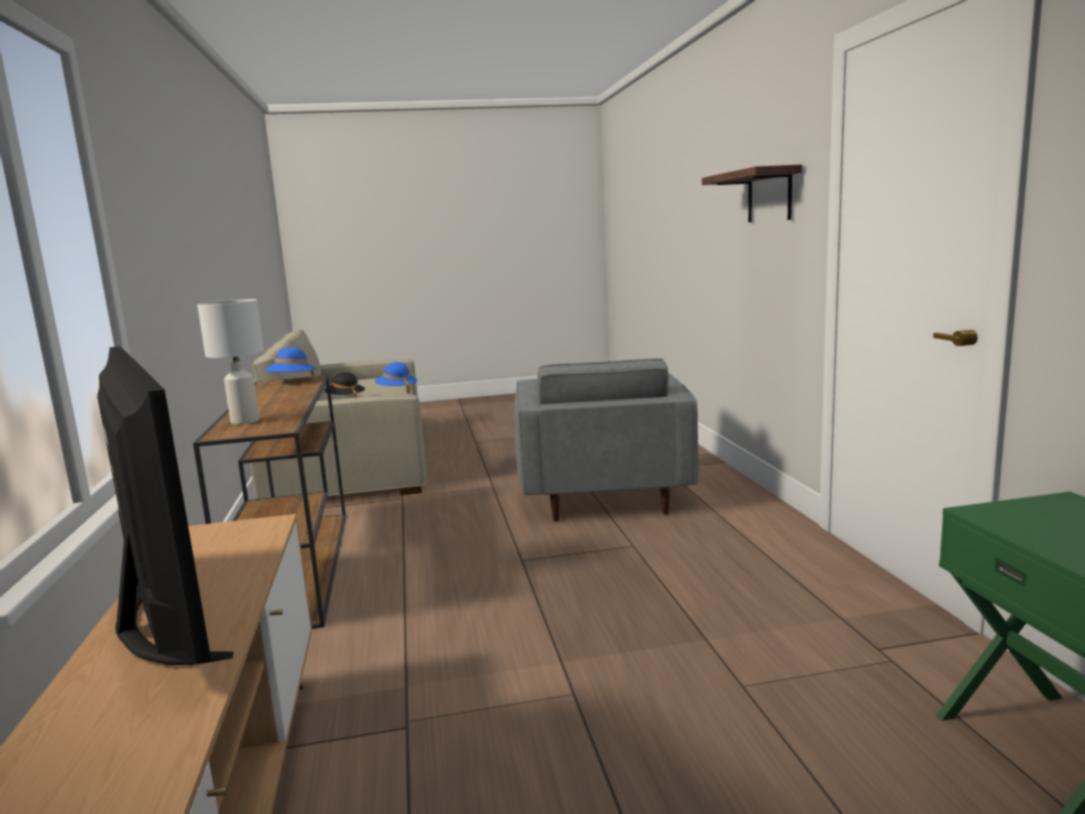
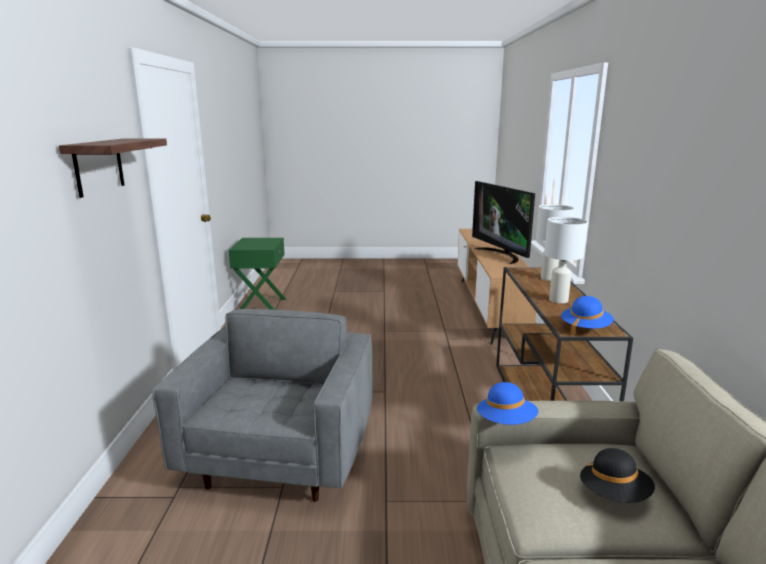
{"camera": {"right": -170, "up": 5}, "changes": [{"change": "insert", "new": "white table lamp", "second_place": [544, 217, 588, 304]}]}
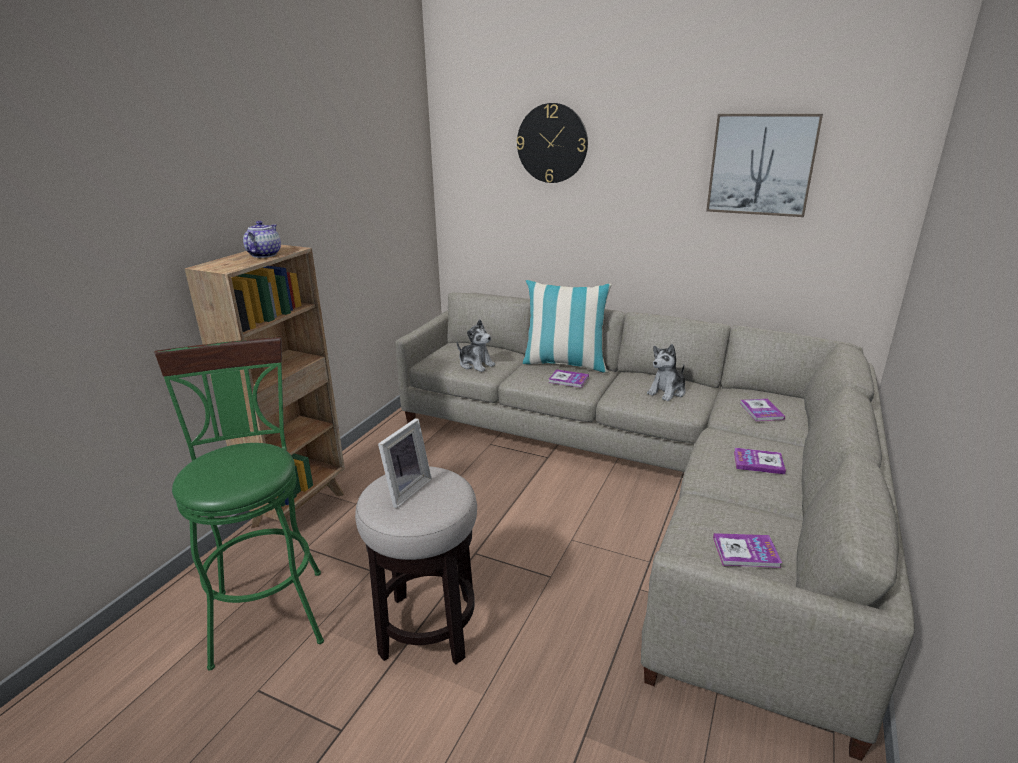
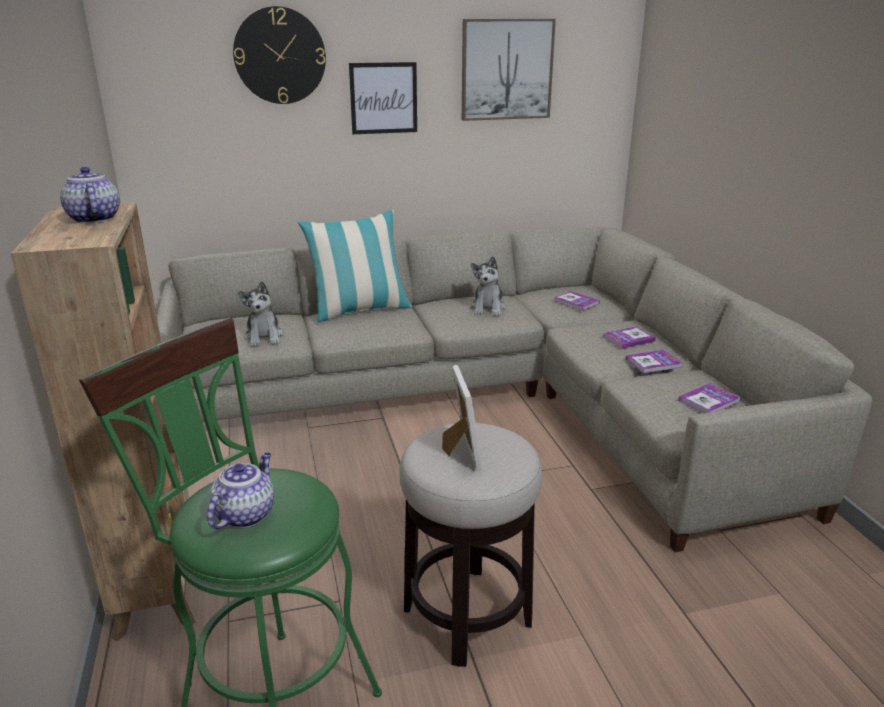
{"camera": {"right": -40, "up": 0}, "changes": [{"change": "insert", "new": "teapot", "second_place": [207, 452, 274, 529]}, {"change": "insert", "new": "picture", "second_place": [349, 62, 417, 134]}, {"change": "move", "old": "book", "first_place": [548, 369, 589, 388], "second_place": [626, 350, 682, 373]}, {"change": "rotate", "old": "plush toy", "first_place": [457, 319, 495, 372], "second_place": [238, 281, 284, 347], "degrees": 75}]}
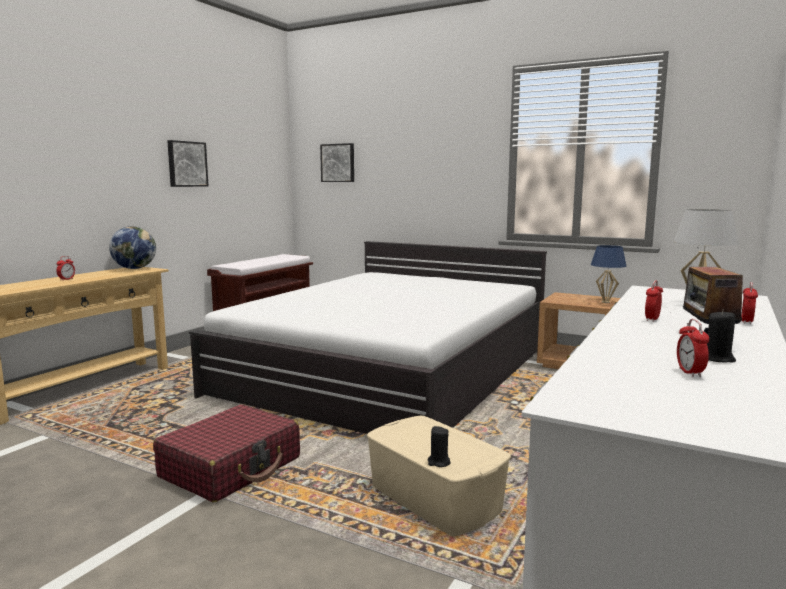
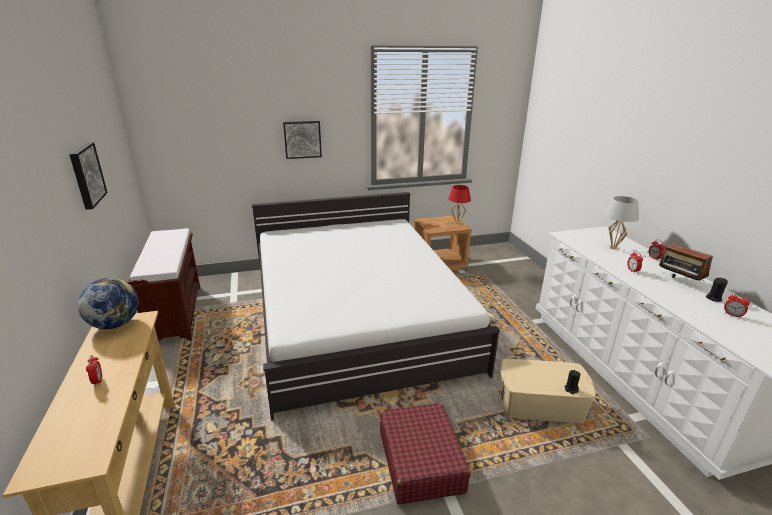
{"camera": {"right": -45, "up": 15}, "changes": [{"change": "move", "old": "picture", "first_place": [320, 143, 354, 182], "second_place": [283, 121, 322, 159]}, {"change": "recolor", "old": "blue table lamp", "new": "red table lamp", "first_place": [591, 245, 626, 303], "second_place": [448, 185, 471, 224]}]}
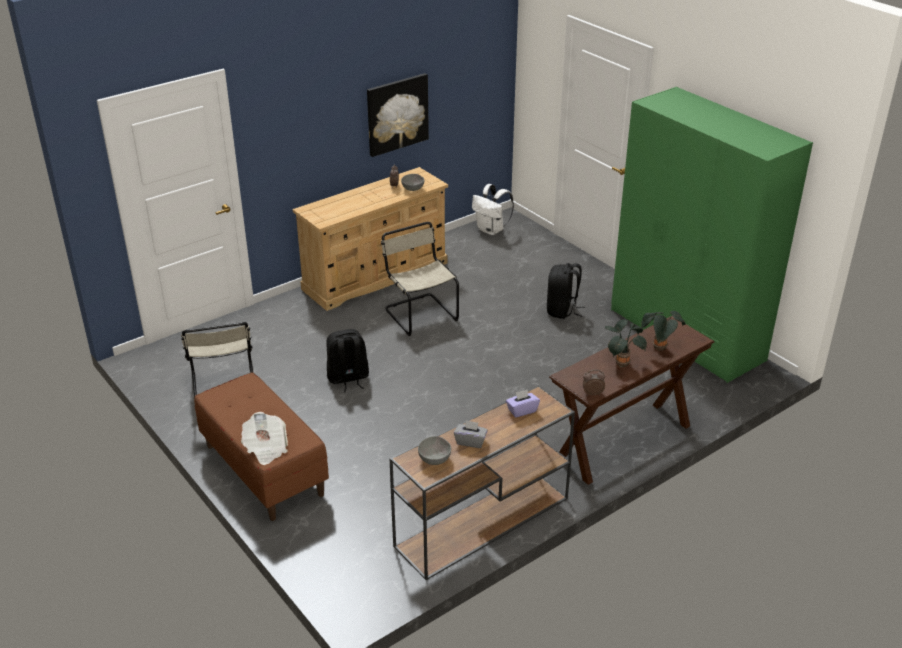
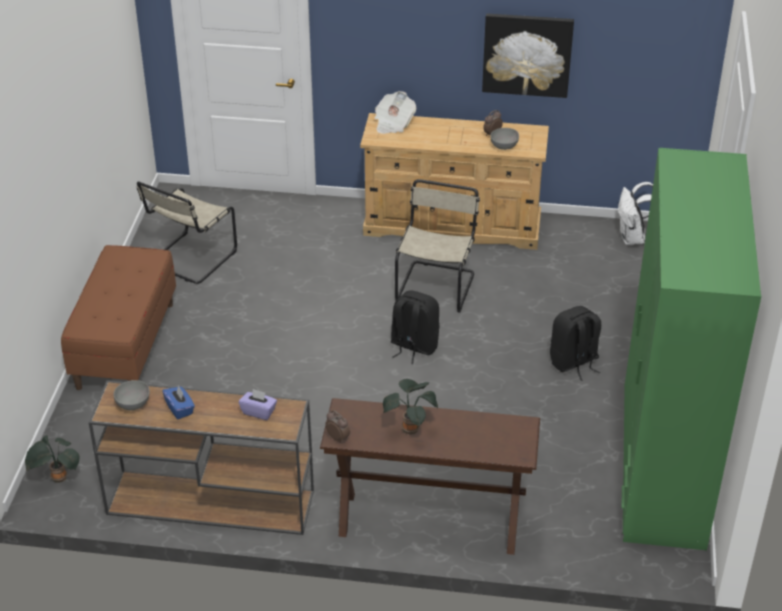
{"camera": {"right": 45, "up": 5}, "changes": [{"change": "move", "old": "newspaper", "first_place": [241, 412, 288, 465], "second_place": [375, 91, 416, 134]}, {"change": "move", "old": "black backpack", "first_place": [326, 329, 369, 392], "second_place": [391, 290, 440, 364]}, {"change": "move", "old": "potted plant", "first_place": [641, 311, 686, 350], "second_place": [25, 435, 80, 483]}, {"change": "recolor", "old": "grey tissue box", "new": "blue tissue box", "first_place": [454, 420, 488, 448], "second_place": [162, 385, 195, 419]}]}
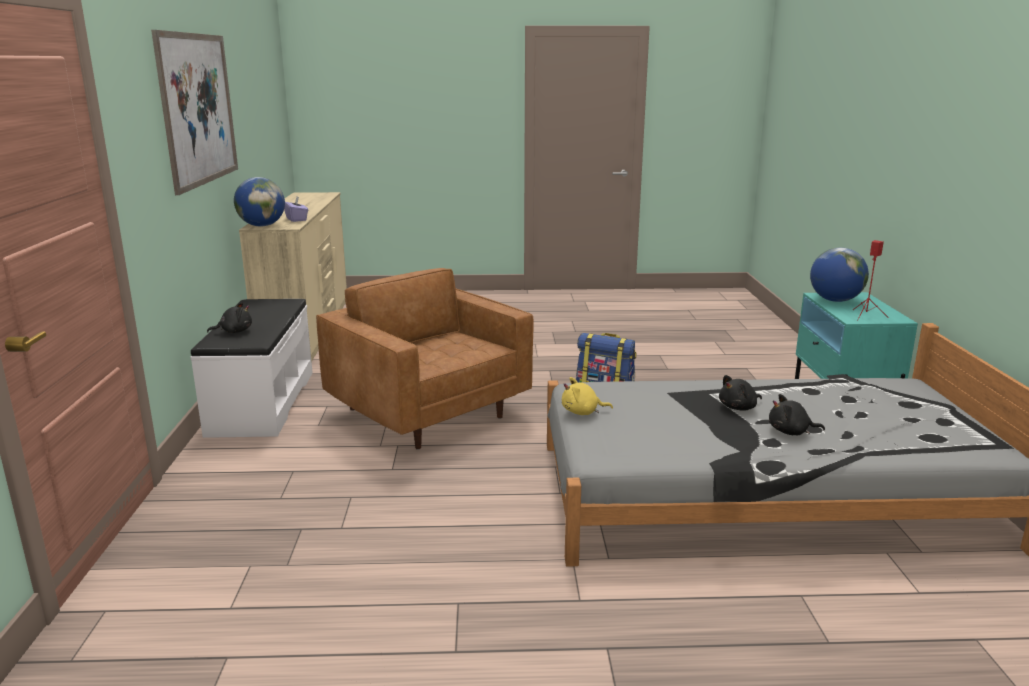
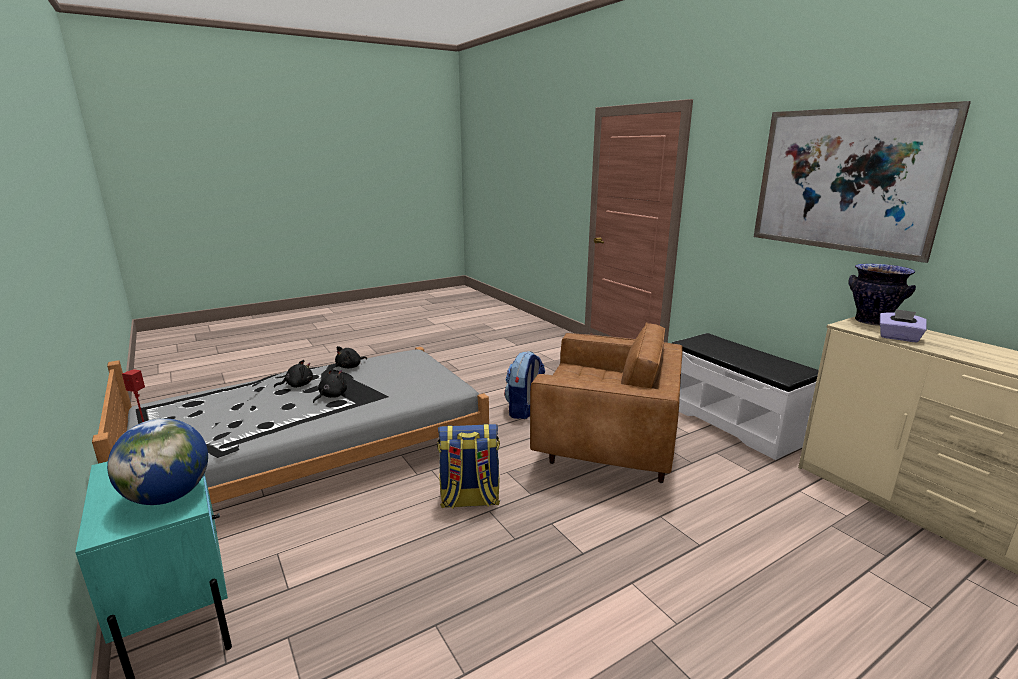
{"camera": {"right": 150, "up": 0}, "changes": [{"change": "delete", "old": "yellow plush toy", "first_place": [562, 377, 613, 415]}, {"change": "insert", "new": "backpack", "second_place": [505, 351, 545, 419]}, {"change": "move", "old": "black plush toy", "first_place": [207, 302, 252, 333], "second_place": [335, 346, 367, 368]}, {"change": "replace", "old": "globe", "new": "vase", "first_place": [234, 177, 285, 227], "second_place": [848, 264, 916, 326]}]}
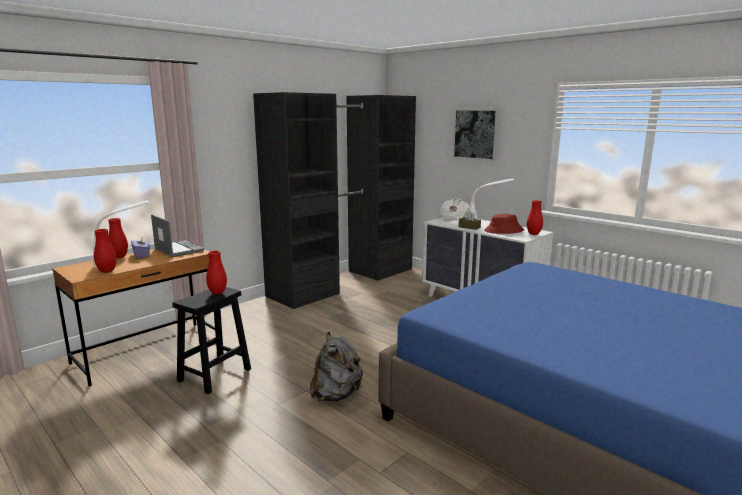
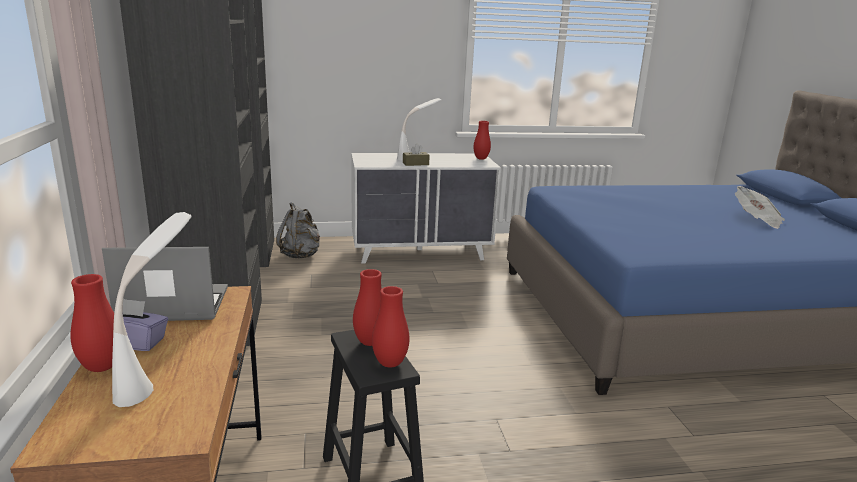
{"camera": {"right": -55, "up": 5}, "changes": [{"change": "delete", "old": "picture", "first_place": [452, 109, 499, 161]}, {"change": "delete", "old": "red hat", "first_place": [484, 214, 524, 234]}, {"change": "move", "old": "red vase", "first_place": [94, 229, 117, 273], "second_place": [372, 286, 409, 368]}, {"change": "move", "old": "grey backpack", "first_place": [310, 332, 363, 402], "second_place": [276, 202, 320, 259]}, {"change": "move", "old": "newspaper", "first_place": [439, 199, 469, 222], "second_place": [735, 186, 785, 229]}]}
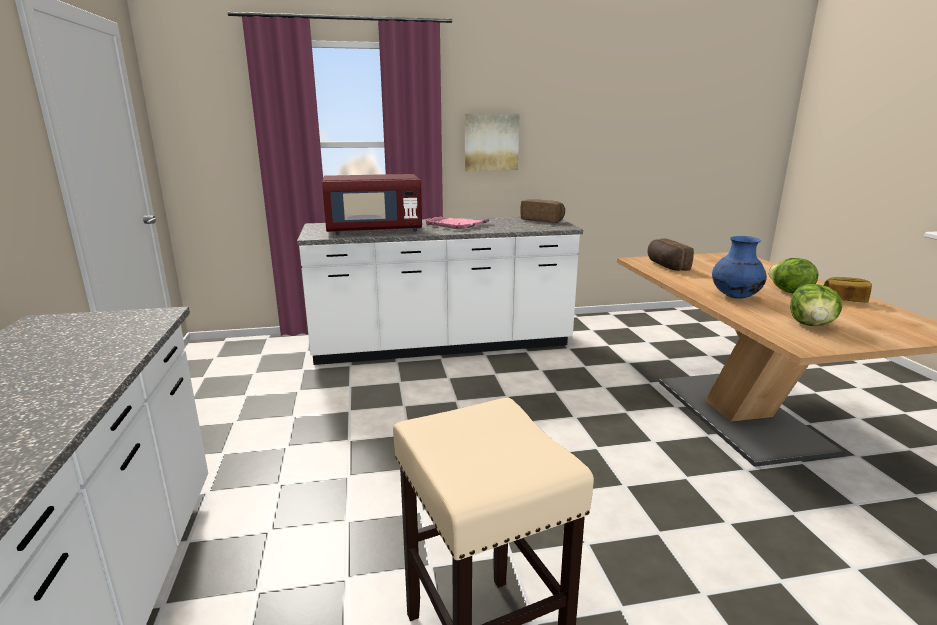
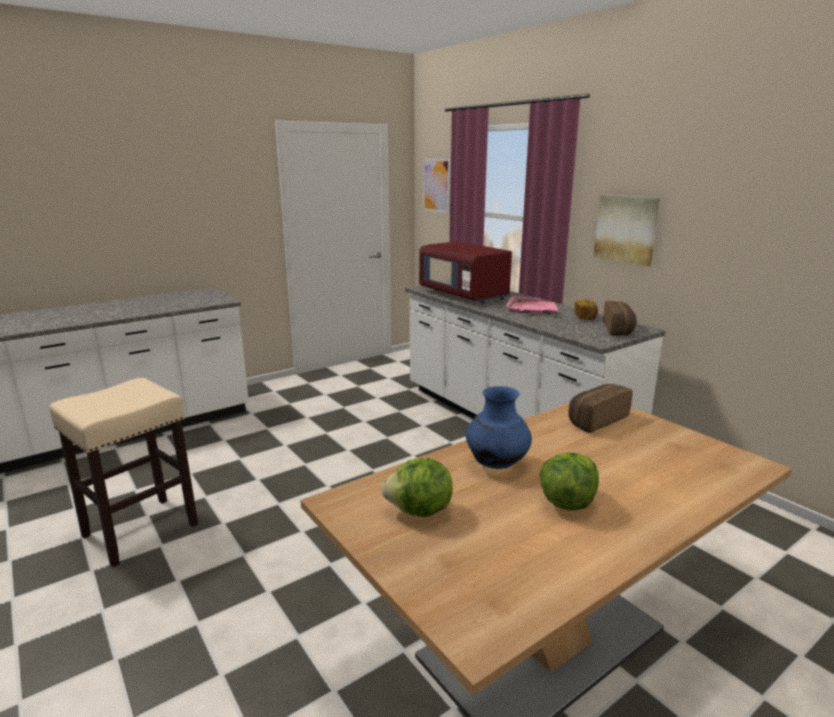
{"camera": {"right": 65, "up": 0}, "changes": [{"change": "insert", "new": "picture", "second_place": [423, 158, 451, 214]}, {"change": "move", "old": "bread", "first_place": [824, 277, 872, 303], "second_place": [575, 299, 598, 320]}]}
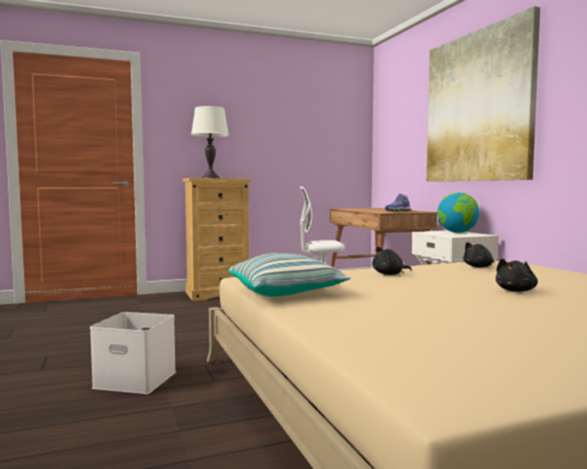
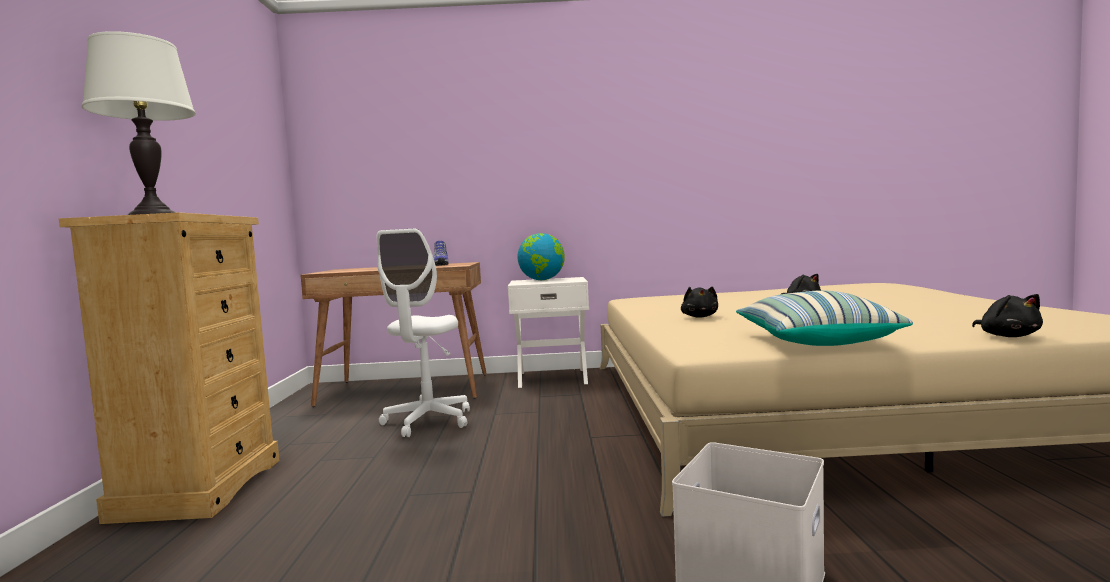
{"camera": {"right": -70, "up": 0}, "changes": [{"change": "delete", "old": "picture", "first_place": [427, 6, 540, 182]}, {"change": "move", "old": "black plush toy", "first_place": [463, 242, 494, 267], "second_place": [972, 294, 1043, 337]}]}
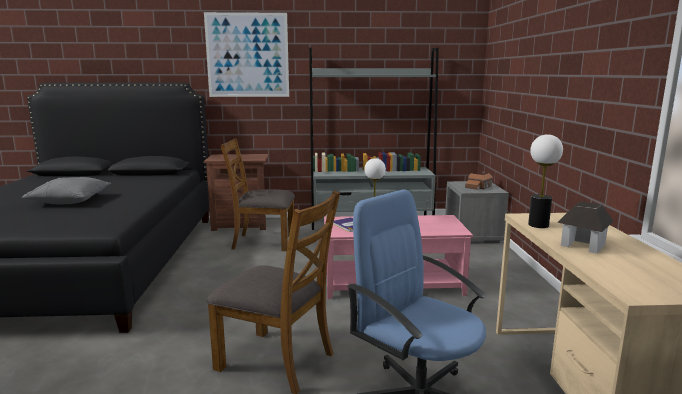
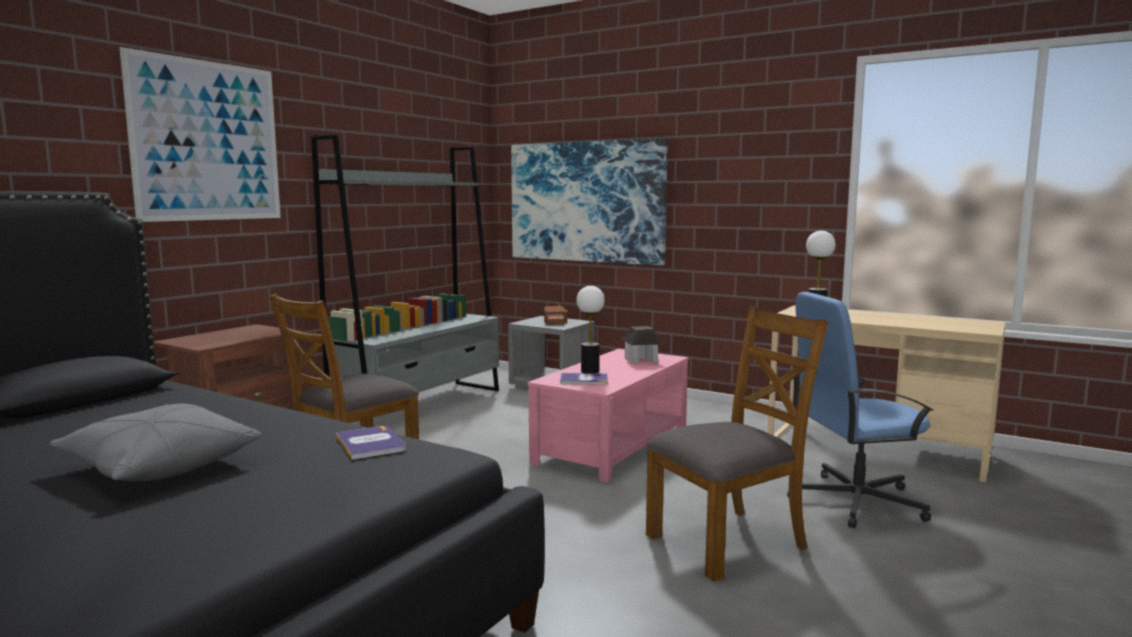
{"camera": {"right": -55, "up": -5}, "changes": [{"change": "insert", "new": "book", "second_place": [336, 426, 406, 460]}, {"change": "insert", "new": "picture", "second_place": [511, 138, 668, 265]}, {"change": "move", "old": "toy house", "first_place": [557, 201, 613, 254], "second_place": [622, 326, 663, 364]}]}
